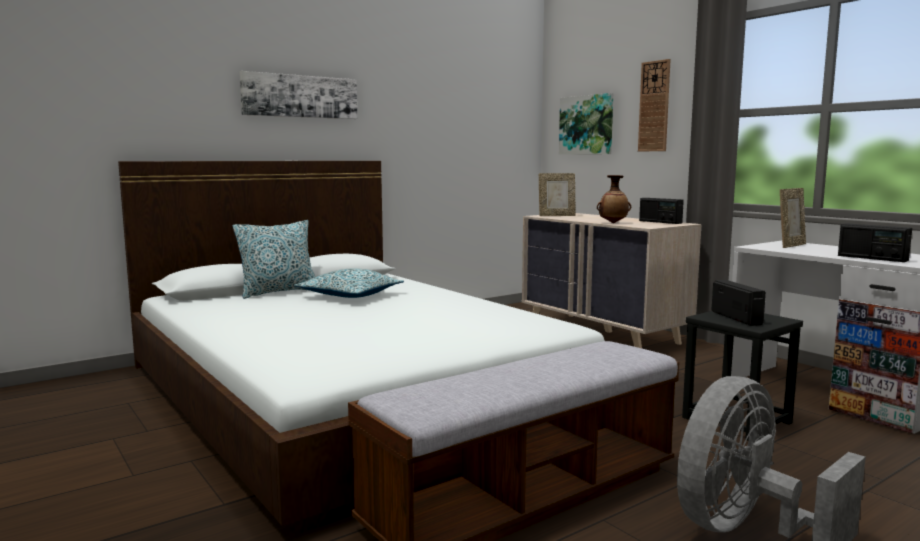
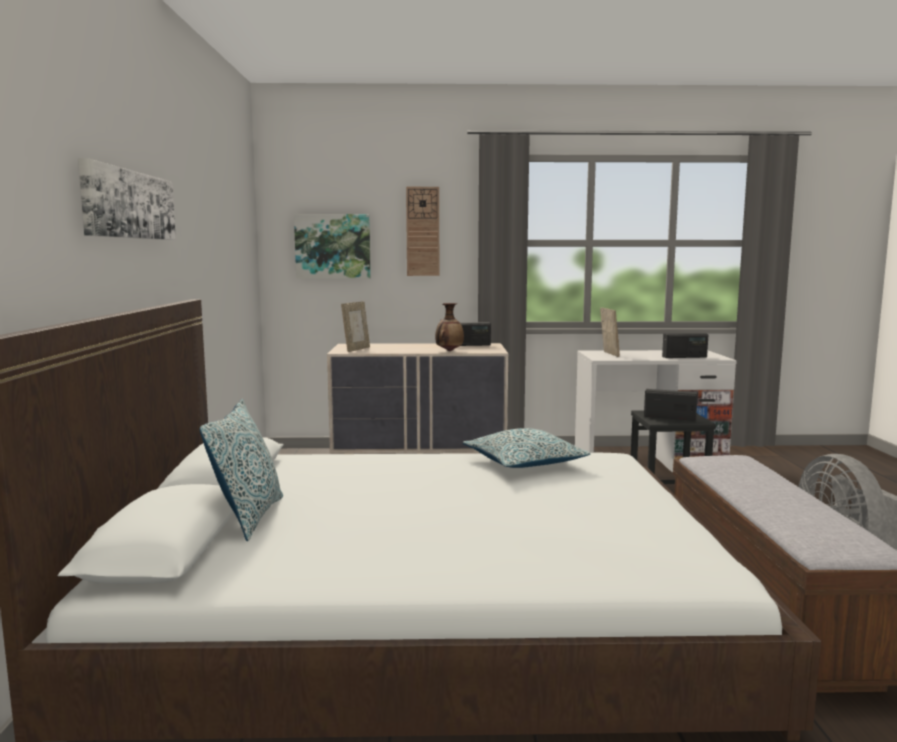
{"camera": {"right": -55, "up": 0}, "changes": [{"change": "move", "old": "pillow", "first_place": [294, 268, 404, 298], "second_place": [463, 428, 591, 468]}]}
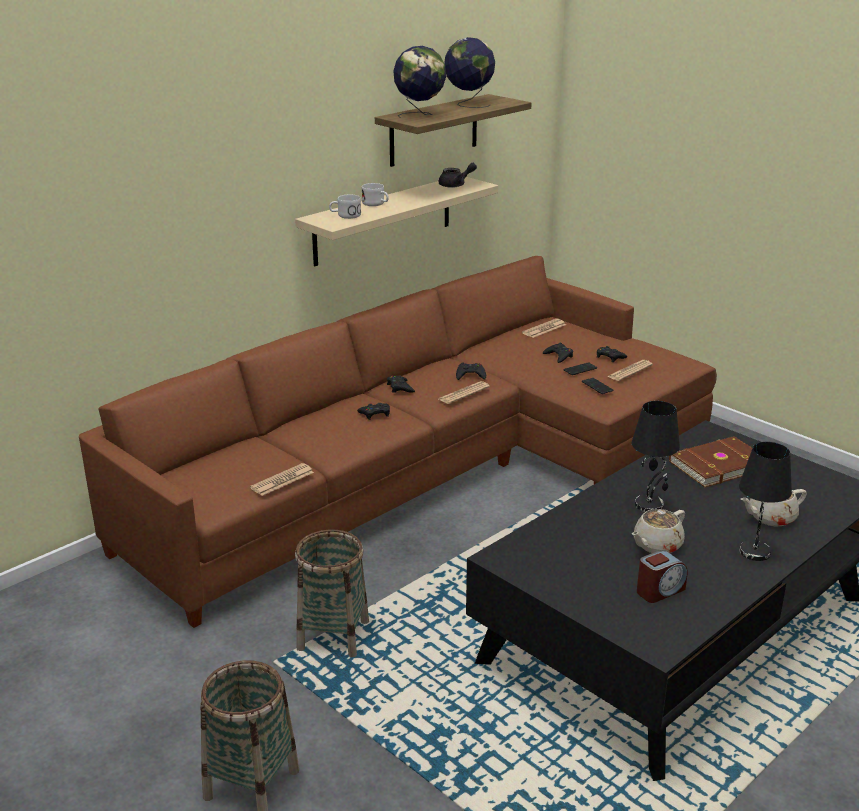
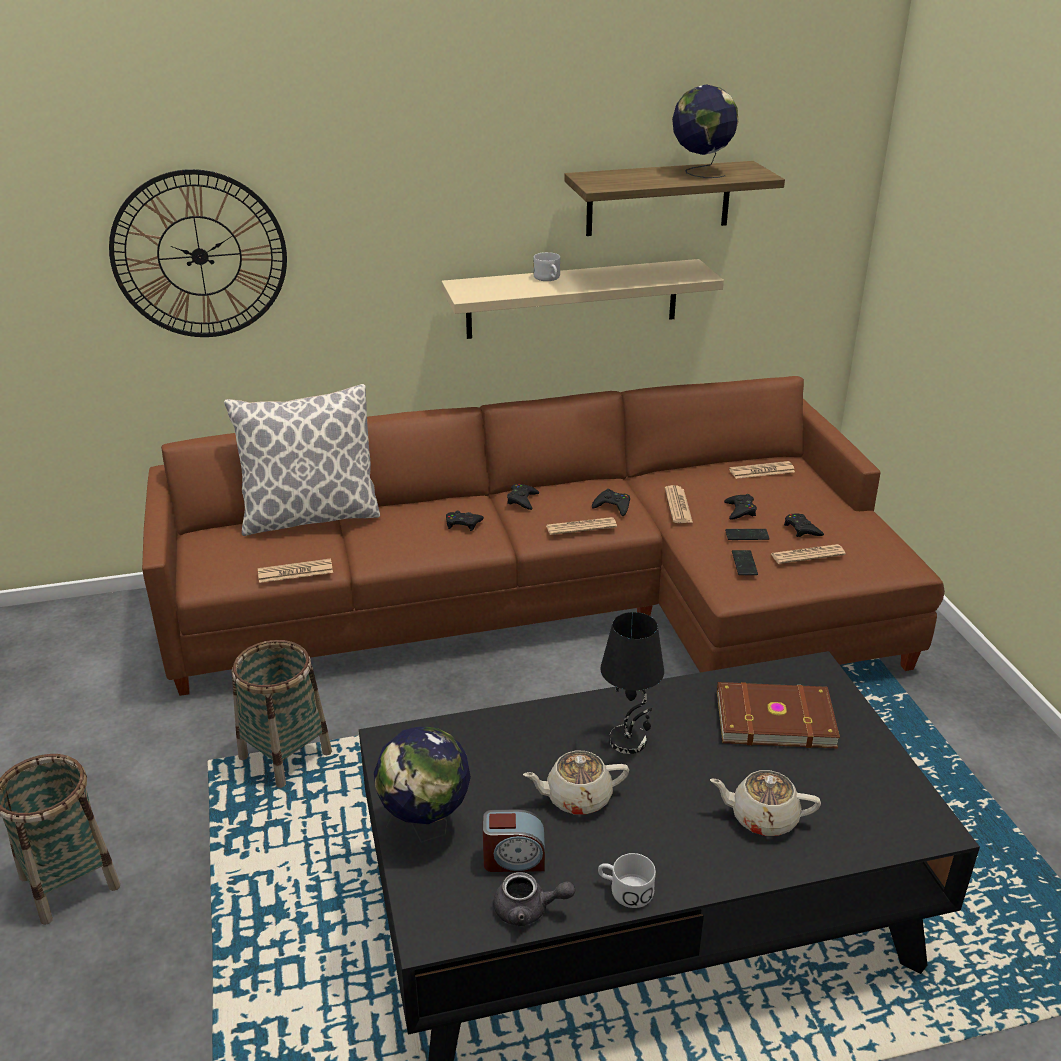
{"camera": {"right": 30, "up": 5}, "changes": [{"change": "delete", "old": "black table lamp", "first_place": [739, 442, 792, 561]}, {"change": "insert", "new": "wall clock", "second_place": [109, 169, 287, 337]}, {"change": "insert", "new": "pillow", "second_place": [224, 384, 380, 536]}, {"change": "insert", "new": "newspaper", "second_place": [665, 485, 693, 523]}, {"change": "move", "old": "white mug", "first_place": [329, 195, 361, 219], "second_place": [598, 853, 656, 908]}, {"change": "move", "old": "globe", "first_place": [393, 46, 446, 118], "second_place": [374, 727, 471, 843]}, {"change": "move", "old": "grey teapot", "first_place": [439, 163, 477, 188], "second_place": [493, 872, 575, 927]}]}
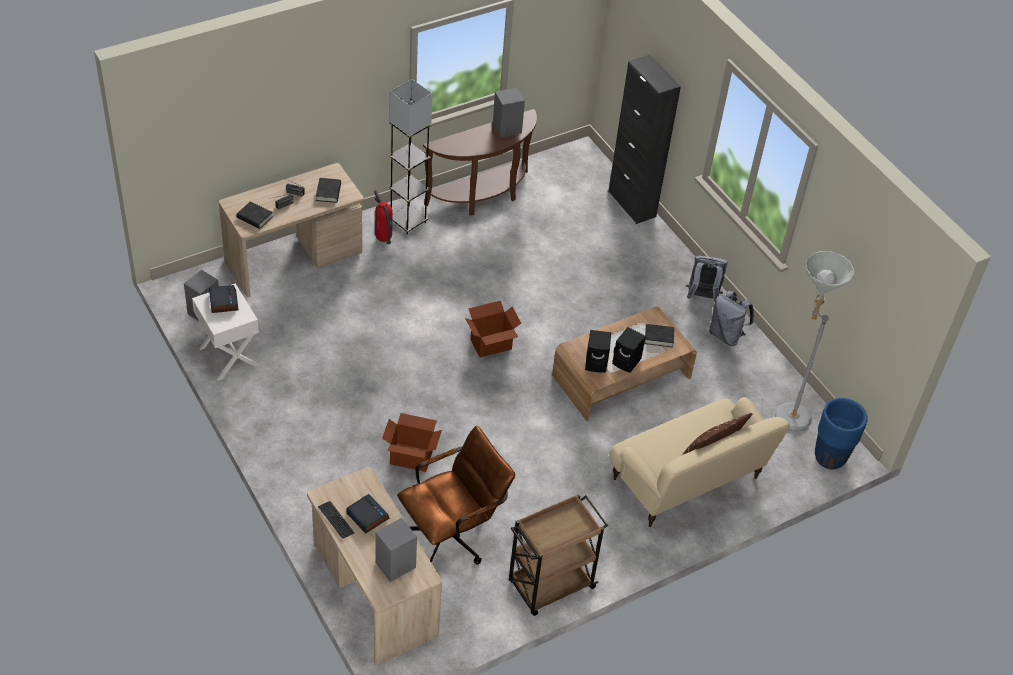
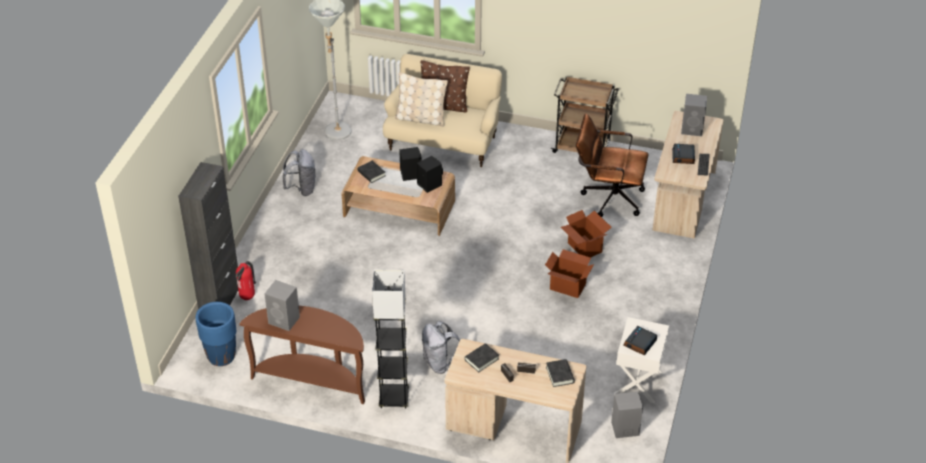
{"camera": {"right": -130, "up": -5}, "changes": [{"change": "insert", "new": "beige pillow", "second_place": [395, 72, 448, 126]}, {"change": "move", "old": "fire extinguisher", "first_place": [374, 190, 393, 244], "second_place": [236, 261, 256, 300]}, {"change": "move", "old": "cardboard box", "first_place": [465, 301, 521, 358], "second_place": [545, 249, 594, 298]}, {"change": "move", "old": "grey backpack", "first_place": [686, 256, 727, 302], "second_place": [422, 321, 460, 374]}, {"change": "move", "old": "blue planter", "first_place": [815, 398, 868, 470], "second_place": [196, 302, 236, 366]}]}
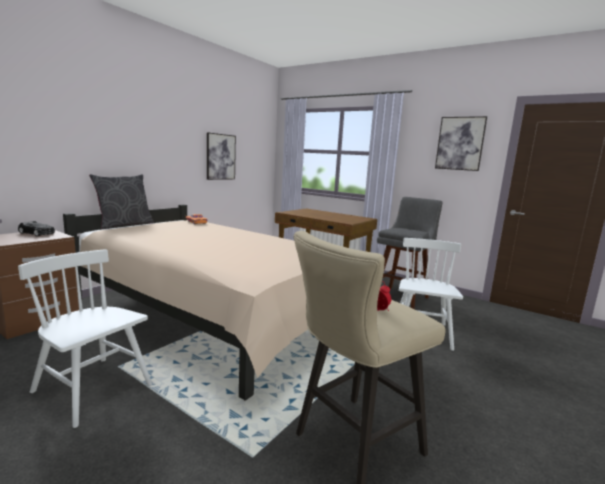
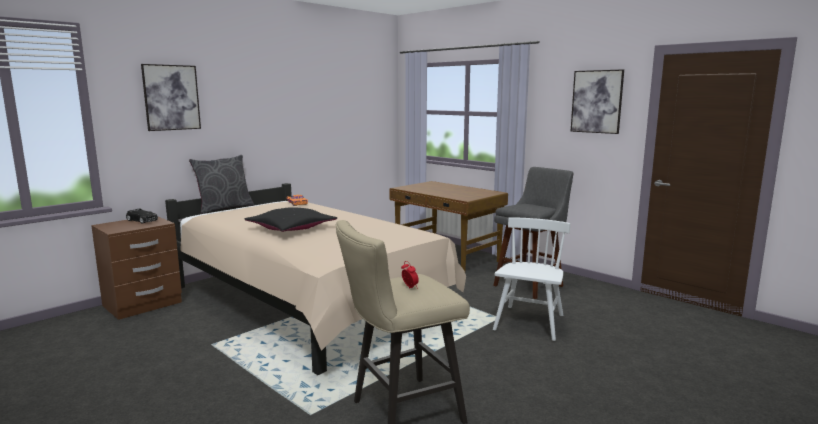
{"camera": {"right": 10, "up": 0}, "changes": [{"change": "delete", "old": "white chair", "first_place": [18, 249, 152, 428]}, {"change": "insert", "new": "black pillow", "second_place": [245, 207, 337, 232]}, {"change": "move", "old": "picture", "first_place": [207, 132, 236, 180], "second_place": [141, 64, 201, 131]}]}
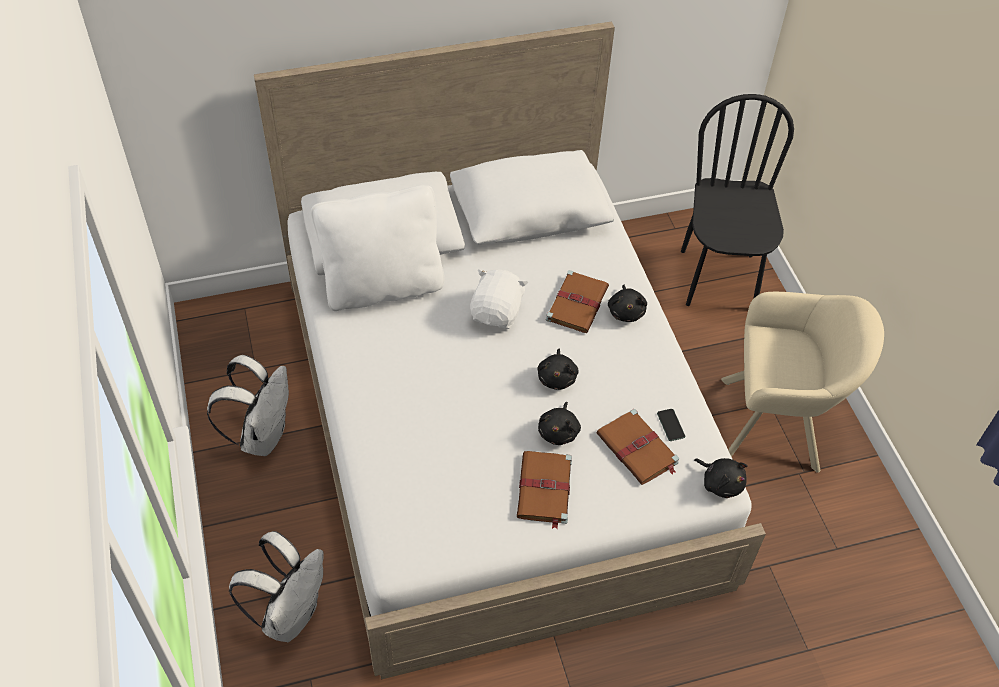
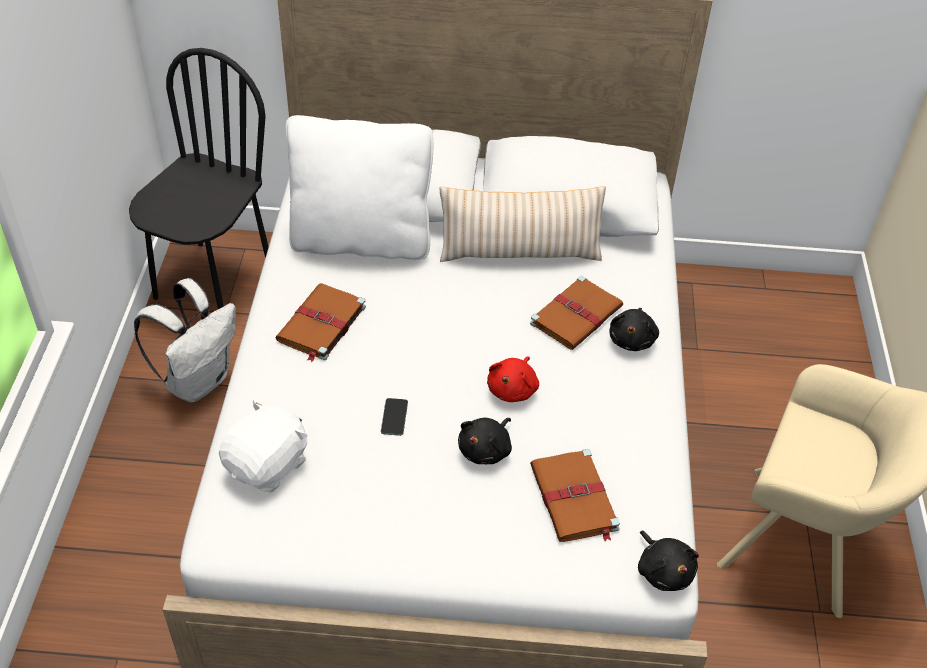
{"camera": {"right": 20, "up": -5}, "changes": [{"change": "delete", "old": "white backpack", "first_place": [229, 531, 324, 642]}, {"change": "insert", "new": "beige pillow", "second_place": [440, 186, 606, 262]}, {"change": "move", "old": "white plush toy", "first_place": [470, 269, 528, 329], "second_place": [219, 400, 308, 493]}, {"change": "move", "old": "brown book", "first_place": [517, 451, 572, 529], "second_place": [275, 283, 366, 362]}, {"change": "move", "old": "phone", "first_place": [657, 409, 685, 441], "second_place": [381, 398, 408, 436]}, {"change": "move", "old": "black chair", "first_place": [681, 94, 794, 306], "second_place": [129, 48, 268, 309]}, {"change": "recolor", "old": "black plush toy", "new": "red plush toy", "first_place": [537, 349, 579, 390], "second_place": [487, 356, 539, 402]}]}
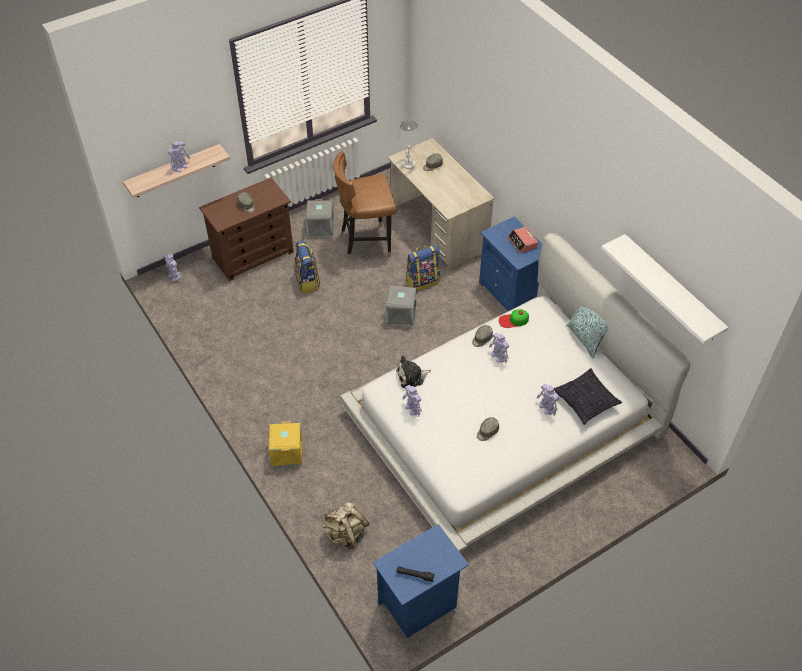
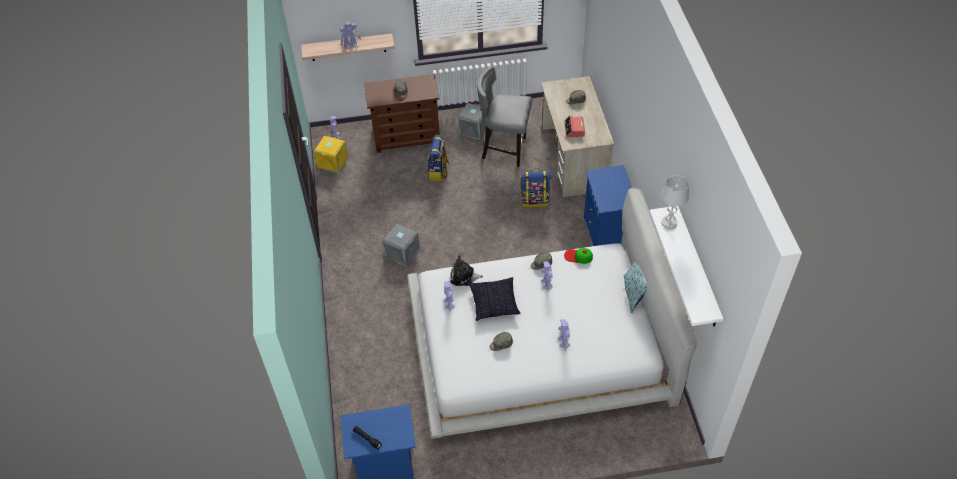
{"camera": {"right": 25, "up": 0}, "changes": [{"change": "delete", "old": "beige backpack", "first_place": [322, 502, 370, 550]}, {"change": "move", "old": "yellow storage box", "first_place": [269, 421, 302, 466], "second_place": [314, 136, 348, 173]}, {"change": "move", "old": "grey storage box", "first_place": [385, 285, 417, 326], "second_place": [382, 224, 420, 266]}, {"change": "move", "old": "white table lamp", "first_place": [398, 120, 420, 169], "second_place": [661, 176, 689, 229]}, {"change": "move", "old": "alarm clock", "first_place": [508, 227, 538, 254], "second_place": [564, 115, 585, 137]}, {"change": "move", "old": "pillow", "first_place": [554, 368, 622, 425], "second_place": [469, 277, 521, 321]}, {"change": "recolor", "old": "brown chair", "new": "grey chair", "first_place": [333, 151, 397, 260], "second_place": [477, 66, 532, 172]}]}
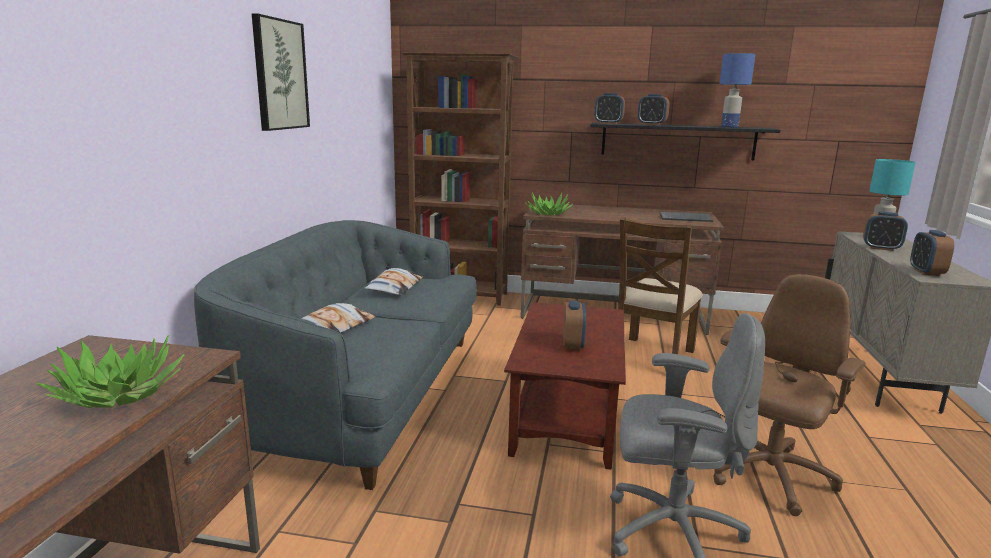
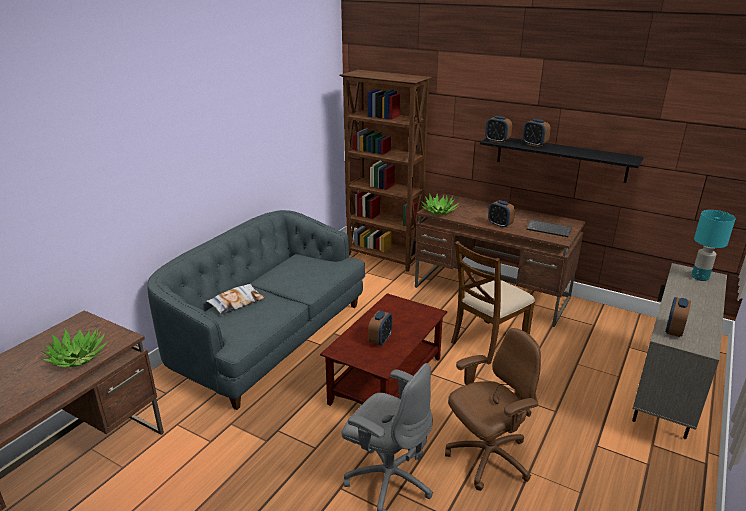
{"camera": {"right": 20, "up": 10}, "changes": [{"change": "delete", "old": "picture", "first_place": [252, 14, 310, 131]}, {"change": "delete", "old": "pillow", "first_place": [364, 268, 423, 295]}, {"change": "delete", "old": "blue table lamp", "first_place": [719, 53, 756, 128]}, {"change": "move", "old": "alarm clock", "first_place": [863, 212, 908, 251], "second_place": [488, 200, 515, 228]}]}
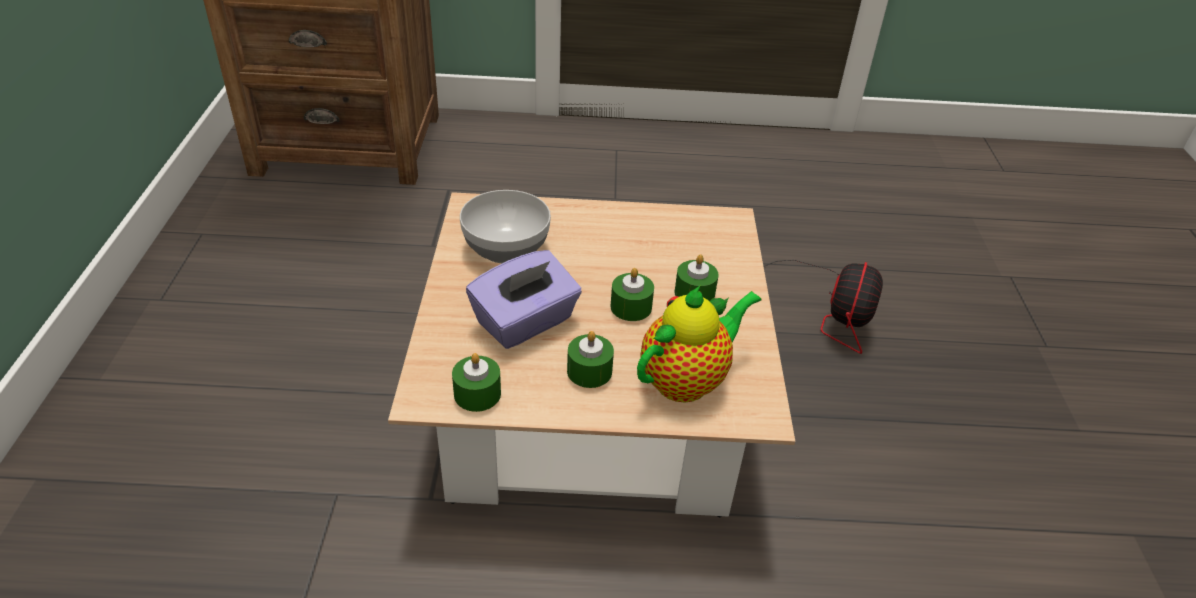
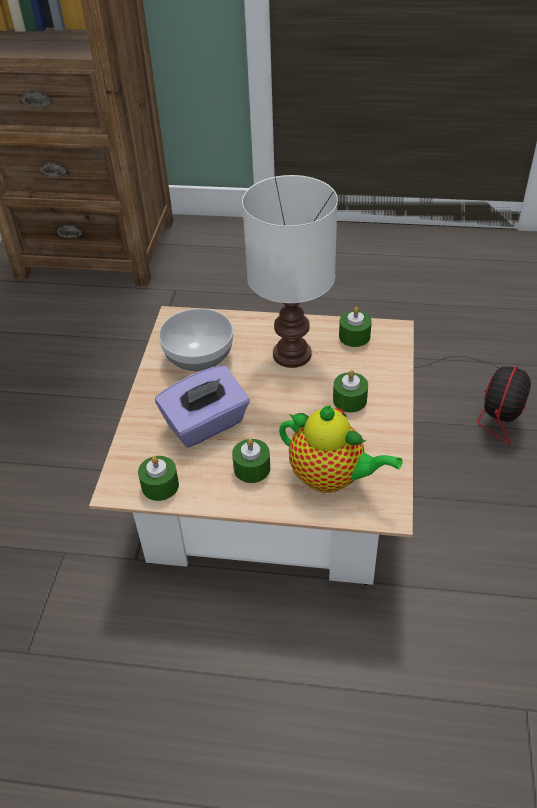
{"camera": {"right": 10, "up": 5}, "changes": [{"change": "insert", "new": "white table lamp", "second_place": [242, 175, 338, 368]}, {"change": "move", "old": "green candle", "first_place": [611, 268, 654, 321], "second_place": [339, 307, 372, 347]}, {"change": "rotate", "old": "teapot", "first_place": [637, 286, 761, 403], "second_place": [279, 406, 403, 493], "degrees": 60}]}
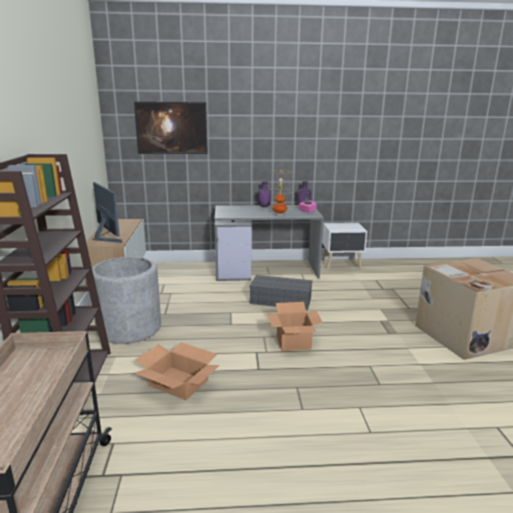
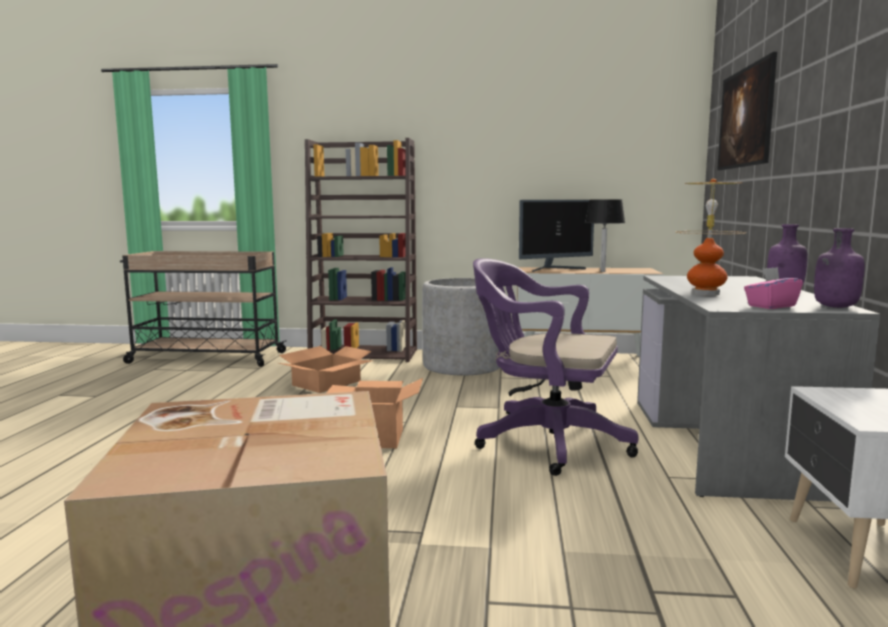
{"camera": {"right": 100, "up": -10}, "changes": [{"change": "insert", "new": "black table lamp", "second_place": [585, 199, 625, 272]}, {"change": "replace", "old": "grey storage box", "new": "purple office chair", "first_place": [249, 275, 313, 310], "second_place": [473, 258, 638, 476]}]}
